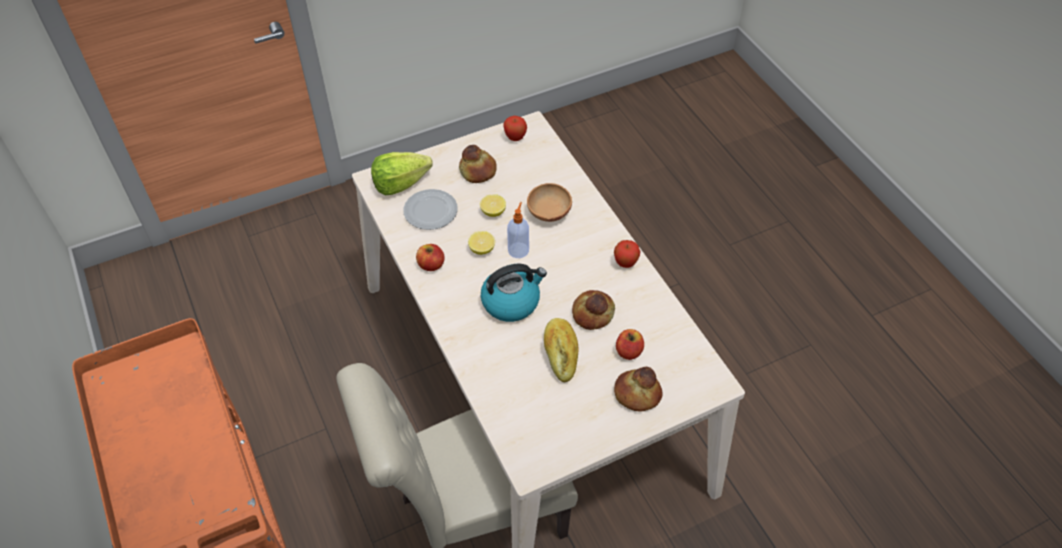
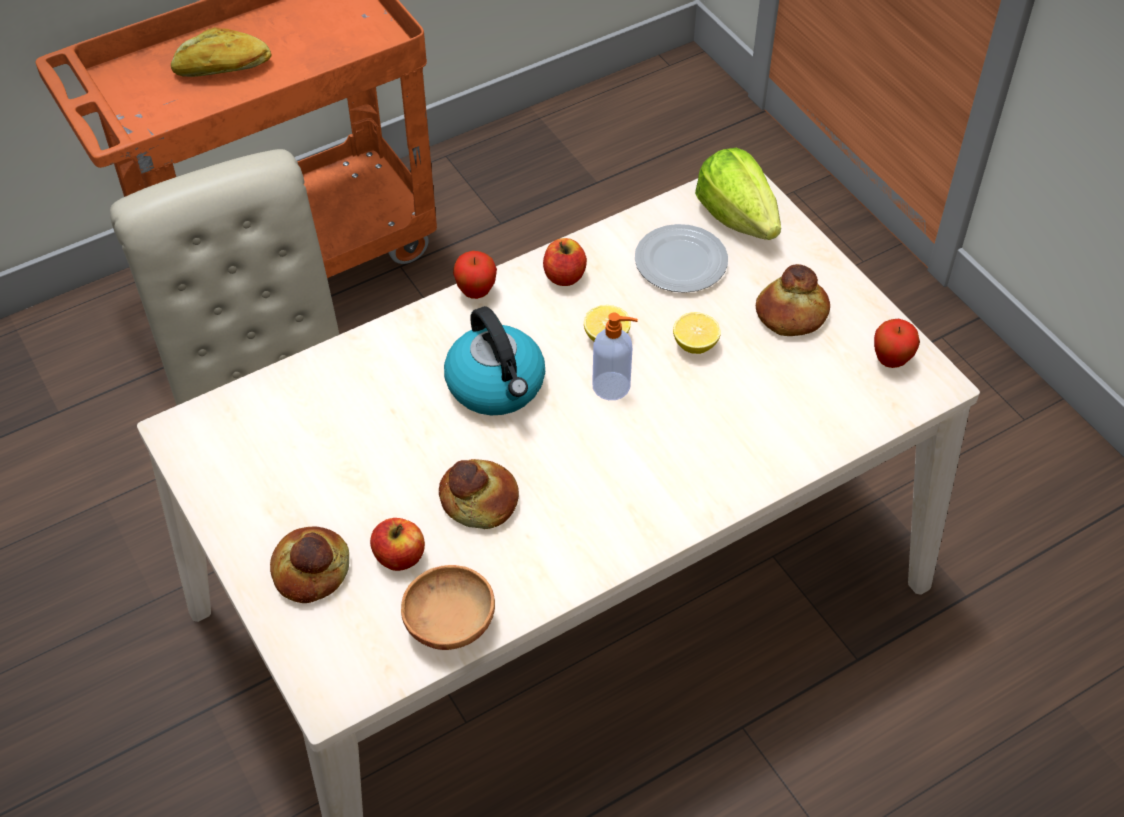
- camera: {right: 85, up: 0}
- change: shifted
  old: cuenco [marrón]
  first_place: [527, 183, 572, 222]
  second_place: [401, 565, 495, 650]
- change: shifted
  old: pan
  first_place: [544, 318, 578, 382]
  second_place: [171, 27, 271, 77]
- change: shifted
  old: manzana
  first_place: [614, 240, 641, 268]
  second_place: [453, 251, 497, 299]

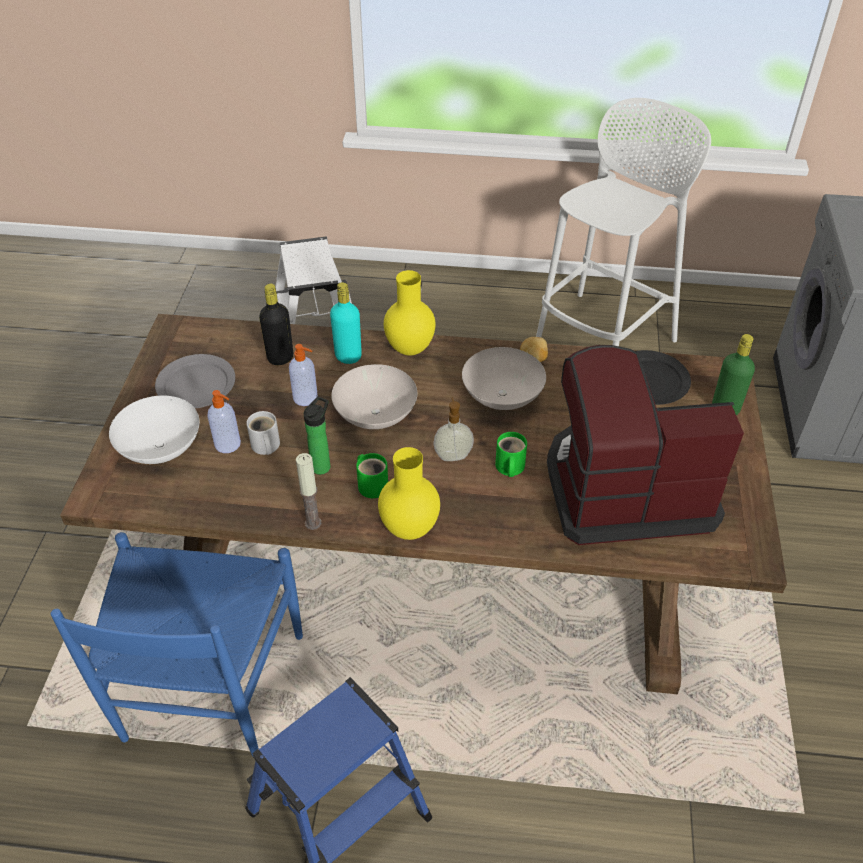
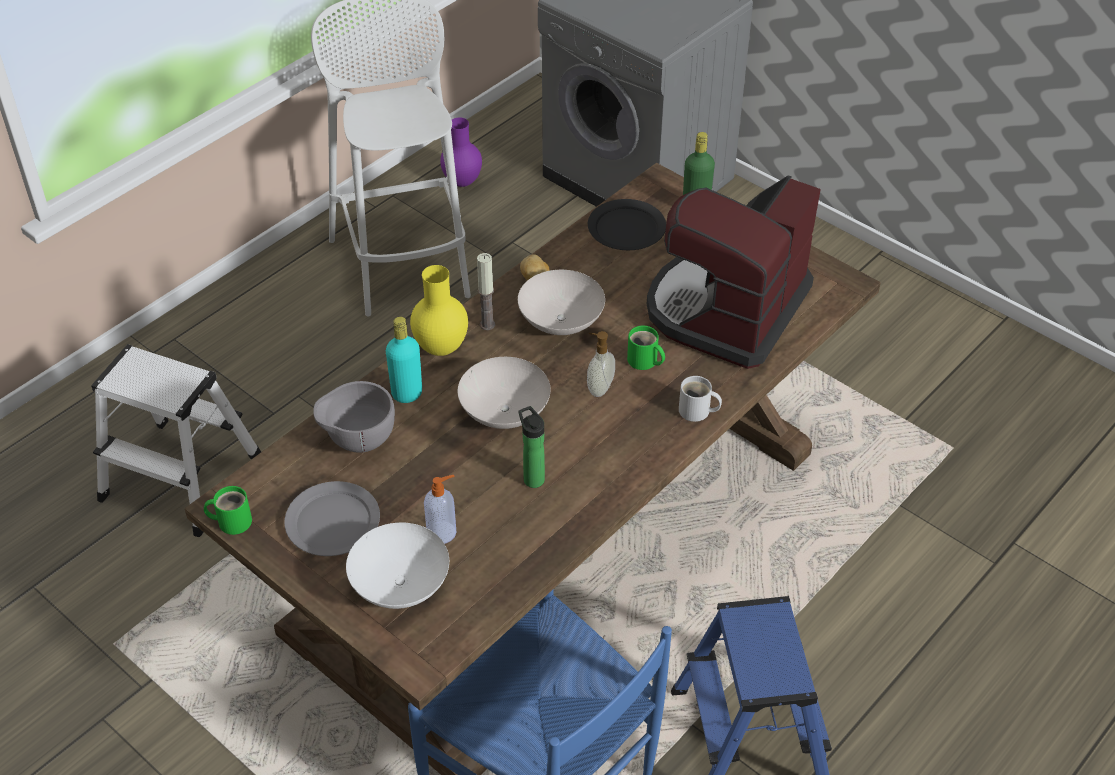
- camera: {right: -55, up: 0}
- change: gone
  old: dispensador de jabón
  first_place: [289, 344, 318, 406]
- change: gone
  old: florero [amarillo]
  first_place: [378, 447, 440, 540]
- change: new
  new: florero [morado]
  second_place: [440, 117, 482, 187]
- change: shifted
  old: taza grande [blanco]
  first_place: [246, 411, 280, 455]
  second_place: [679, 376, 722, 422]
- change: shifted
  old: vela
  first_place: [296, 453, 321, 530]
  second_place: [477, 253, 495, 330]
- change: shifted
  old: taza grande [verde]
  first_place: [356, 453, 388, 498]
  second_place: [204, 486, 252, 535]
- change: swapped
  old: botella [negro]
  new: cuenco [gris]
  first_place: [259, 284, 293, 365]
  second_place: [313, 381, 395, 453]

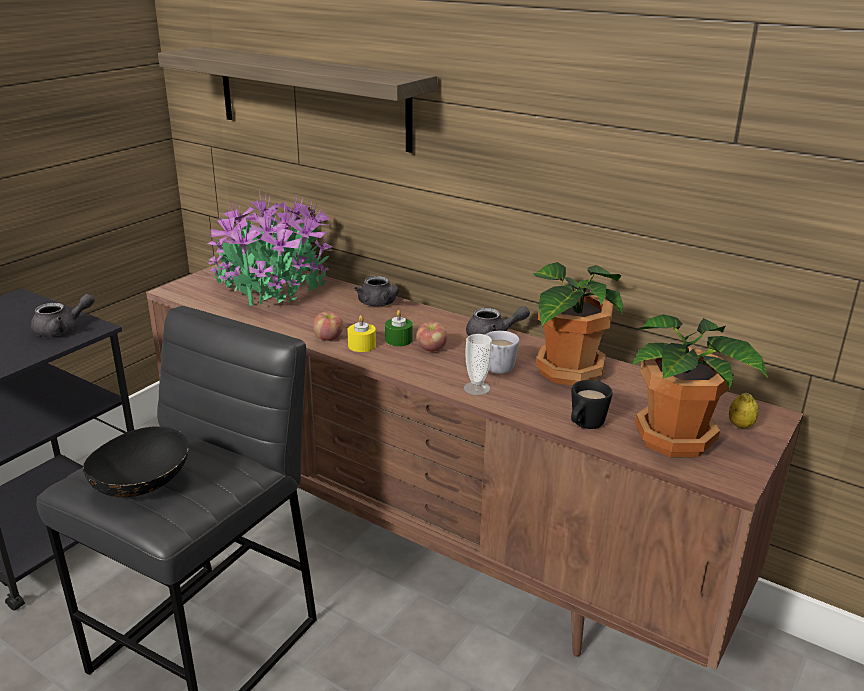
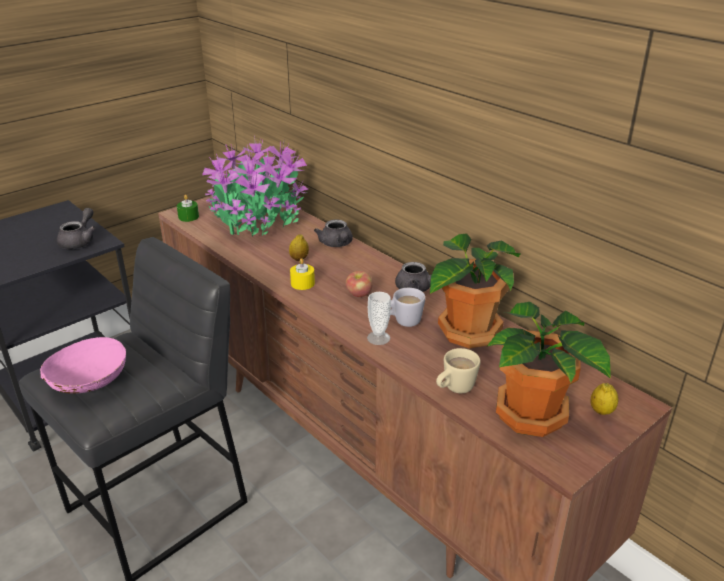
- camera: {right: 15, up: 5}
- change: gone
  old: estante
  first_place: [158, 47, 437, 153]
- change: gone
  old: manzana
  first_place: [313, 311, 344, 341]
- change: new
  new: limón
  second_place: [289, 234, 309, 261]
- change: shifted
  old: vela [verde]
  first_place: [385, 310, 413, 346]
  second_place: [177, 195, 199, 222]
- change: repainted
  old: cuenco [negro]
  new: cuenco [rosa]
  first_place: [83, 426, 189, 497]
  second_place: [40, 337, 126, 394]
- change: repainted
  old: taza grande [negro]
  new: taza grande [beis]
  first_place: [571, 380, 613, 429]
  second_place: [436, 348, 481, 393]
- change: rotated
  old: tetera [gris]
  first_place: [31, 294, 95, 337]
  second_place: [57, 208, 96, 249]
  degrees: -60

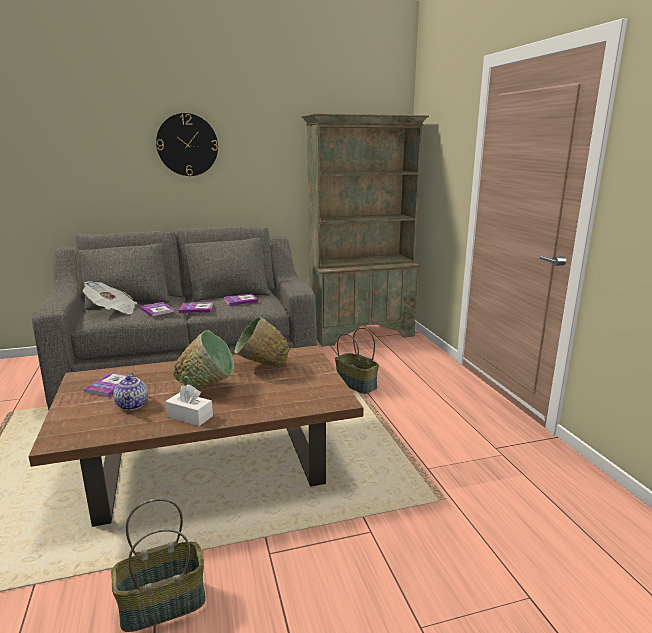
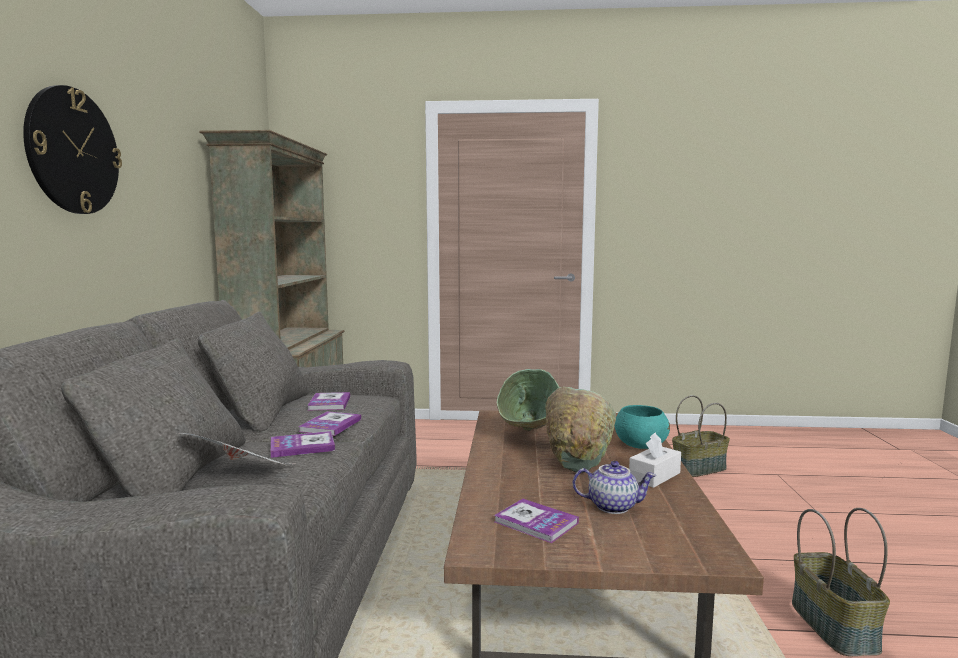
- camera: {right: -70, up: -10}
- change: new
  new: cuenco [turquesa]
  second_place: [615, 405, 670, 449]
- change: shifted
  old: cesta
  first_place: [335, 328, 379, 394]
  second_place: [672, 395, 730, 477]

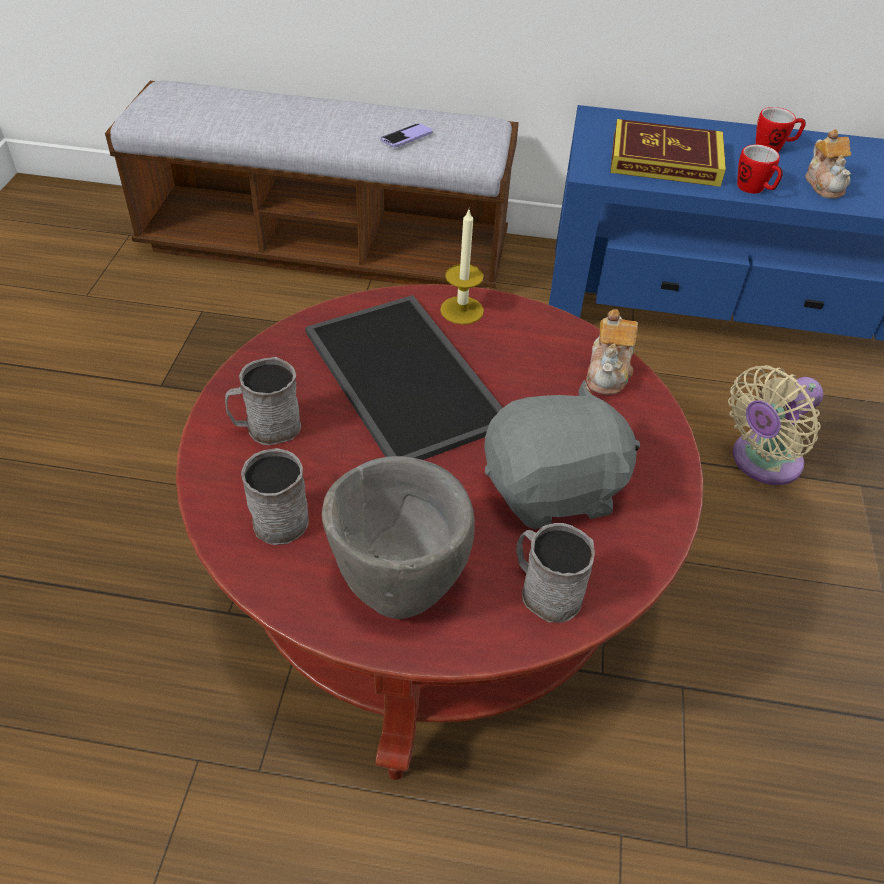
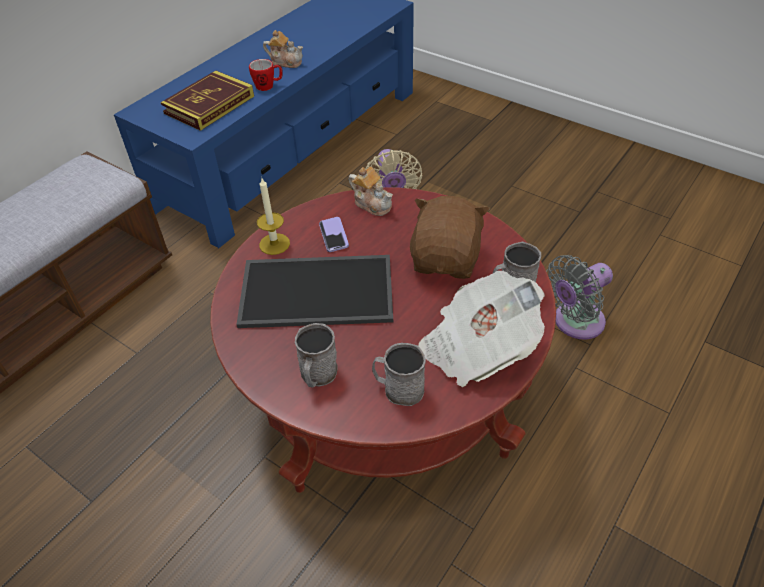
- camera: {right: -60, up: 0}
- change: gone
  old: taza grande
  first_place: [755, 107, 806, 152]
- change: new
  new: ventilador [gris]
  second_place: [546, 255, 613, 339]
- change: shifted
  old: móvil
  first_place: [380, 123, 433, 147]
  second_place: [319, 217, 349, 252]
- change: swapped
  old: cuenco [gris]
  new: periódico
  first_place: [322, 456, 475, 619]
  second_place: [418, 270, 545, 387]
- change: repainted
  old: peluche [gris]
  new: peluche [marrón]
  first_place: [484, 380, 640, 529]
  second_place: [410, 196, 489, 279]

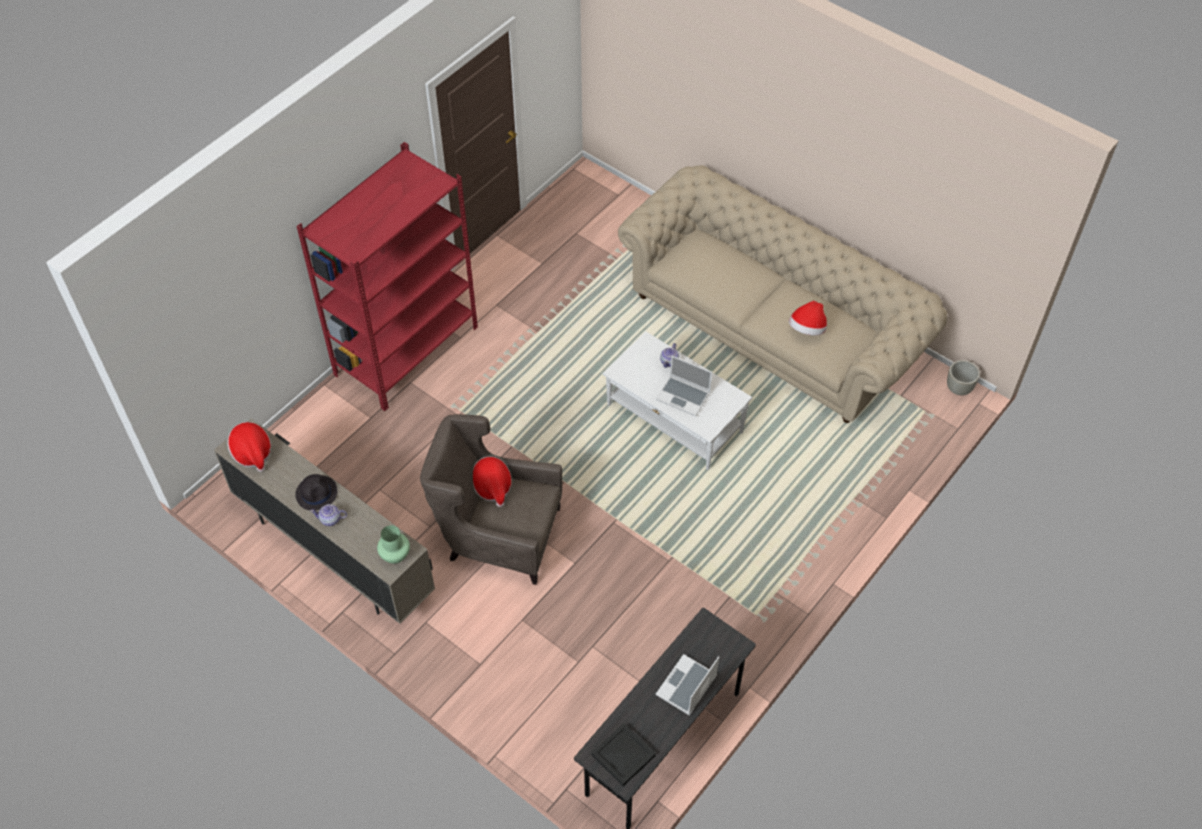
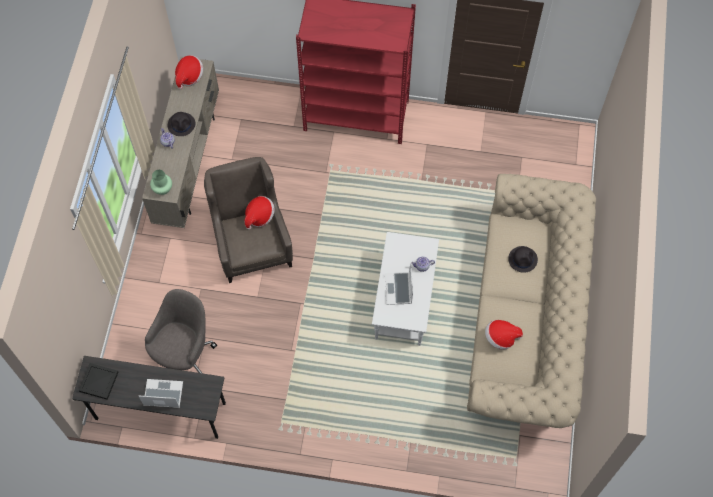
- camera: {right: 60, up: 10}
- change: gone
  old: maceta [gris]
  first_place: [947, 360, 980, 395]
- change: new
  new: silla de oficina [gris]
  second_place: [145, 289, 217, 373]
- change: new
  new: sombrero [negro]
  second_place: [508, 246, 538, 273]

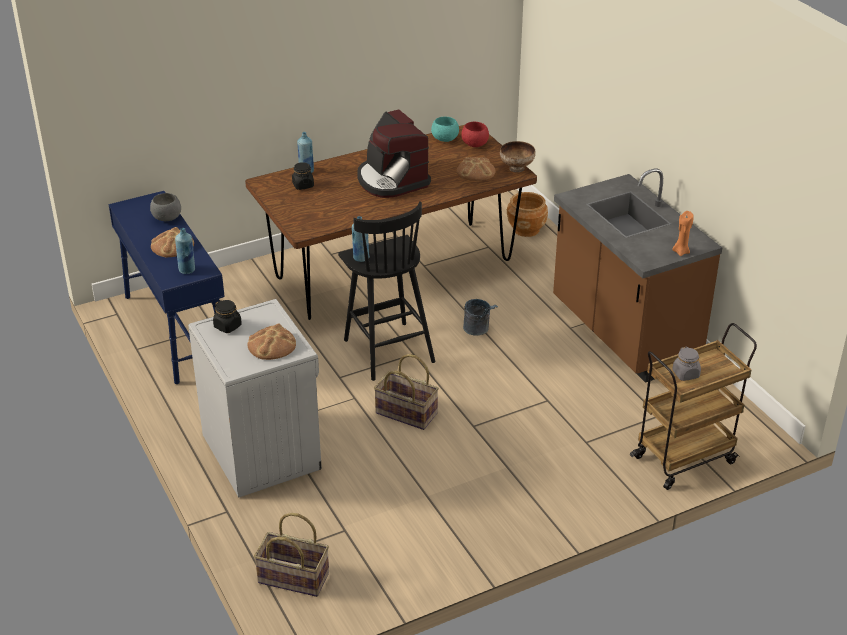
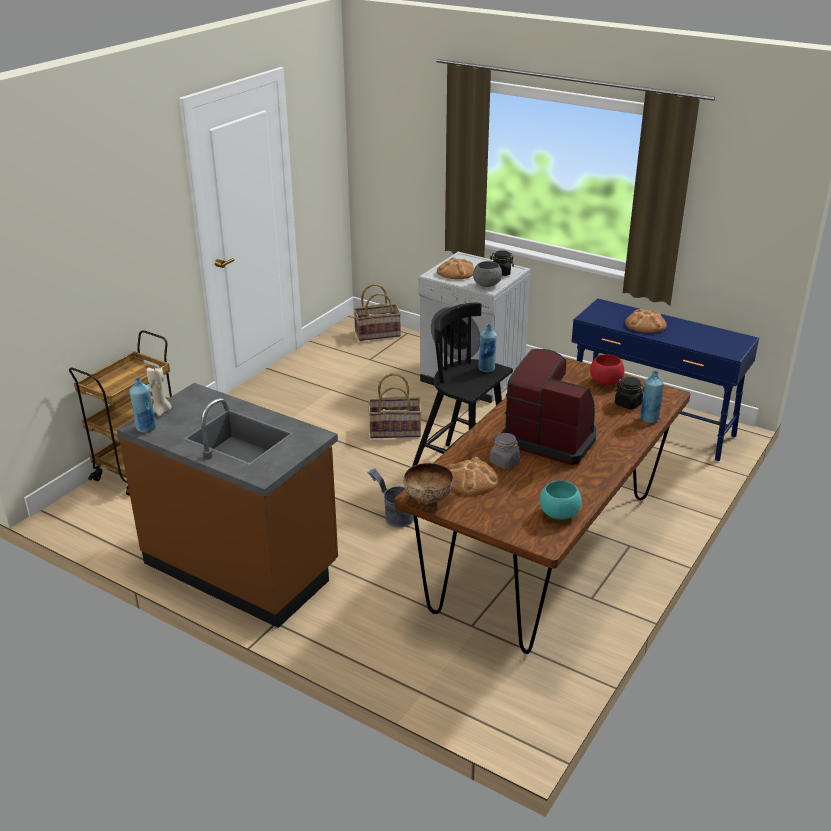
- camera: {right: 150, up: -5}
- change: gone
  old: maceta [marrón]
  first_place: [507, 192, 548, 237]
- change: shifted
  old: cuenco [gris]
  first_place: [150, 193, 181, 221]
  second_place: [473, 261, 502, 287]
- change: shifted
  old: botella [azul]
  first_place: [175, 228, 195, 274]
  second_place: [129, 377, 156, 433]
- change: shifted
  old: cuenco [rojo]
  first_place: [461, 122, 489, 147]
  second_place: [590, 354, 624, 385]
- change: shifted
  old: tarro [gris]
  first_place: [672, 347, 701, 381]
  second_place: [490, 433, 520, 469]
- change: repainted
  old: vela [naranja]
  new: vela [beis]
  first_place: [672, 211, 694, 256]
  second_place: [147, 367, 171, 416]

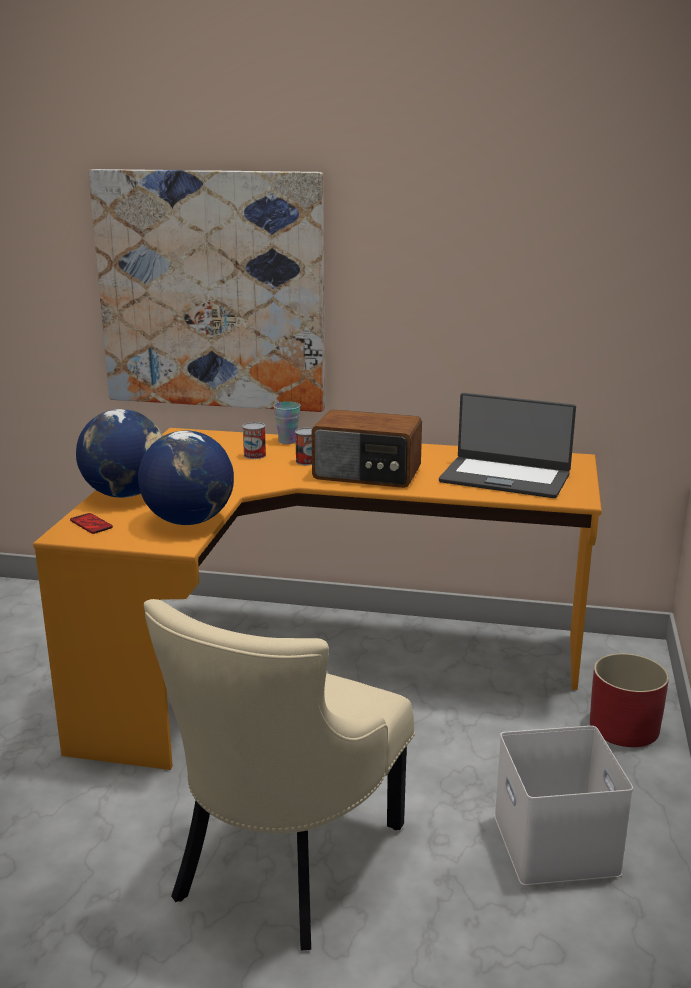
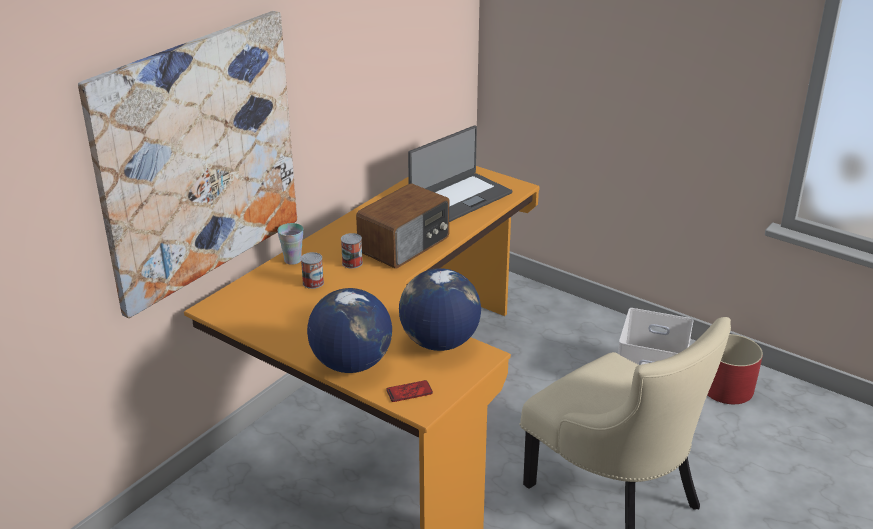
- camera: {right: -65, up: 10}
- change: shifted
  old: maceta [rojo]
  first_place: [590, 653, 669, 747]
  second_place: [707, 334, 763, 404]

